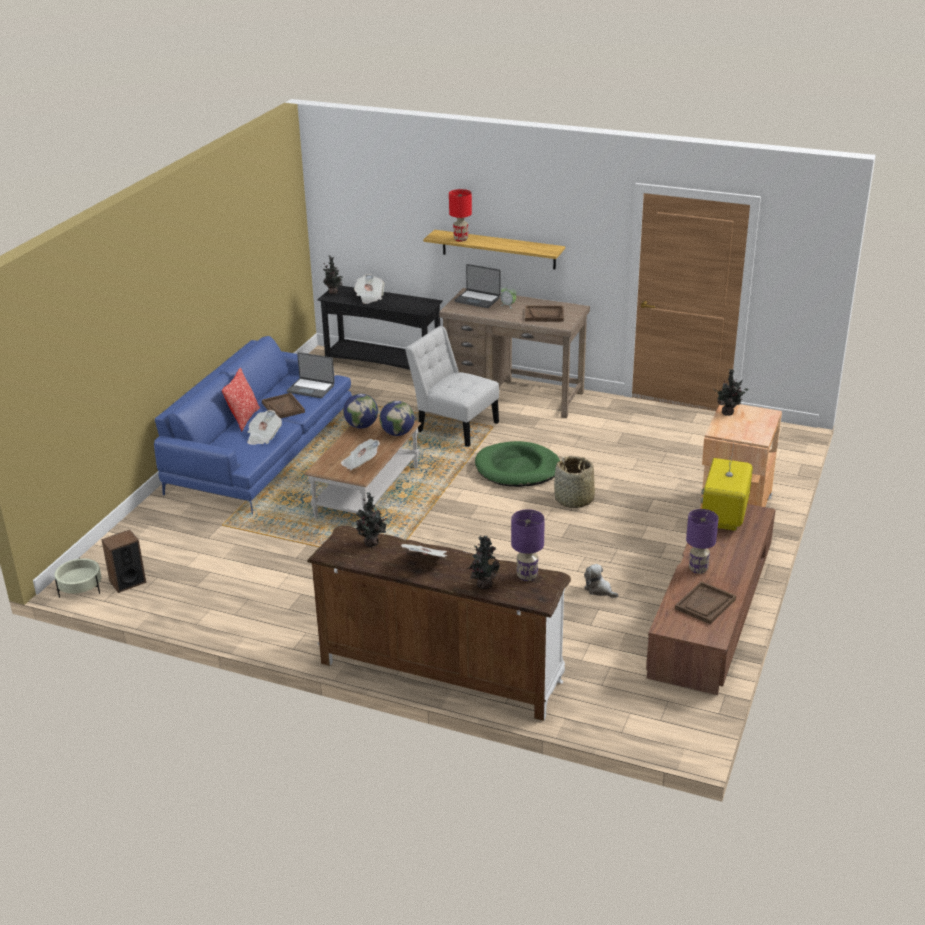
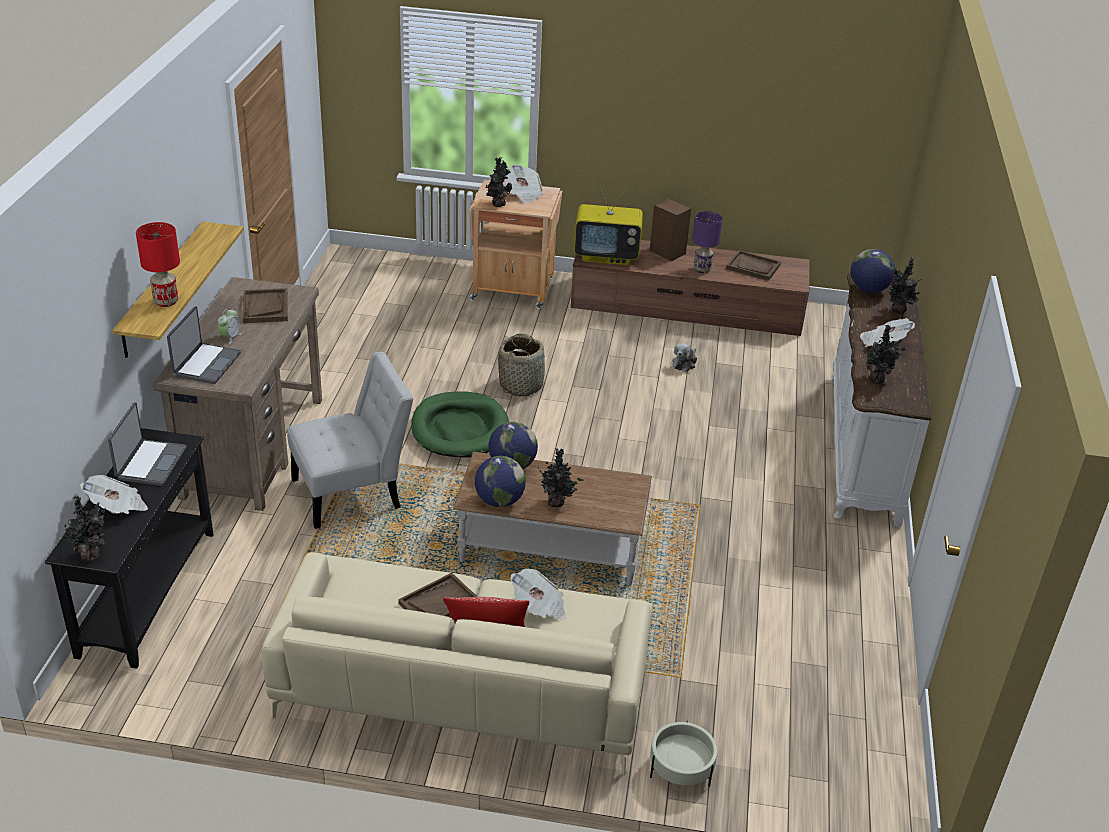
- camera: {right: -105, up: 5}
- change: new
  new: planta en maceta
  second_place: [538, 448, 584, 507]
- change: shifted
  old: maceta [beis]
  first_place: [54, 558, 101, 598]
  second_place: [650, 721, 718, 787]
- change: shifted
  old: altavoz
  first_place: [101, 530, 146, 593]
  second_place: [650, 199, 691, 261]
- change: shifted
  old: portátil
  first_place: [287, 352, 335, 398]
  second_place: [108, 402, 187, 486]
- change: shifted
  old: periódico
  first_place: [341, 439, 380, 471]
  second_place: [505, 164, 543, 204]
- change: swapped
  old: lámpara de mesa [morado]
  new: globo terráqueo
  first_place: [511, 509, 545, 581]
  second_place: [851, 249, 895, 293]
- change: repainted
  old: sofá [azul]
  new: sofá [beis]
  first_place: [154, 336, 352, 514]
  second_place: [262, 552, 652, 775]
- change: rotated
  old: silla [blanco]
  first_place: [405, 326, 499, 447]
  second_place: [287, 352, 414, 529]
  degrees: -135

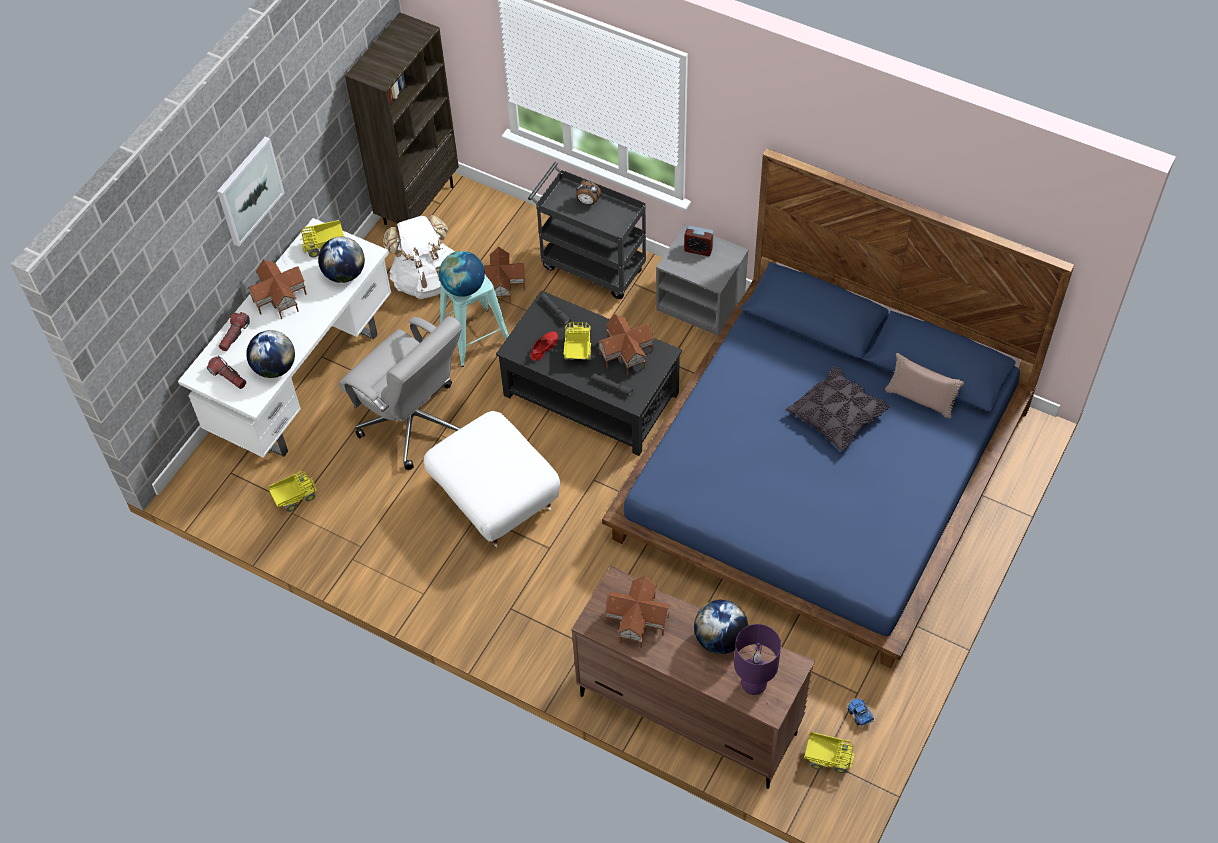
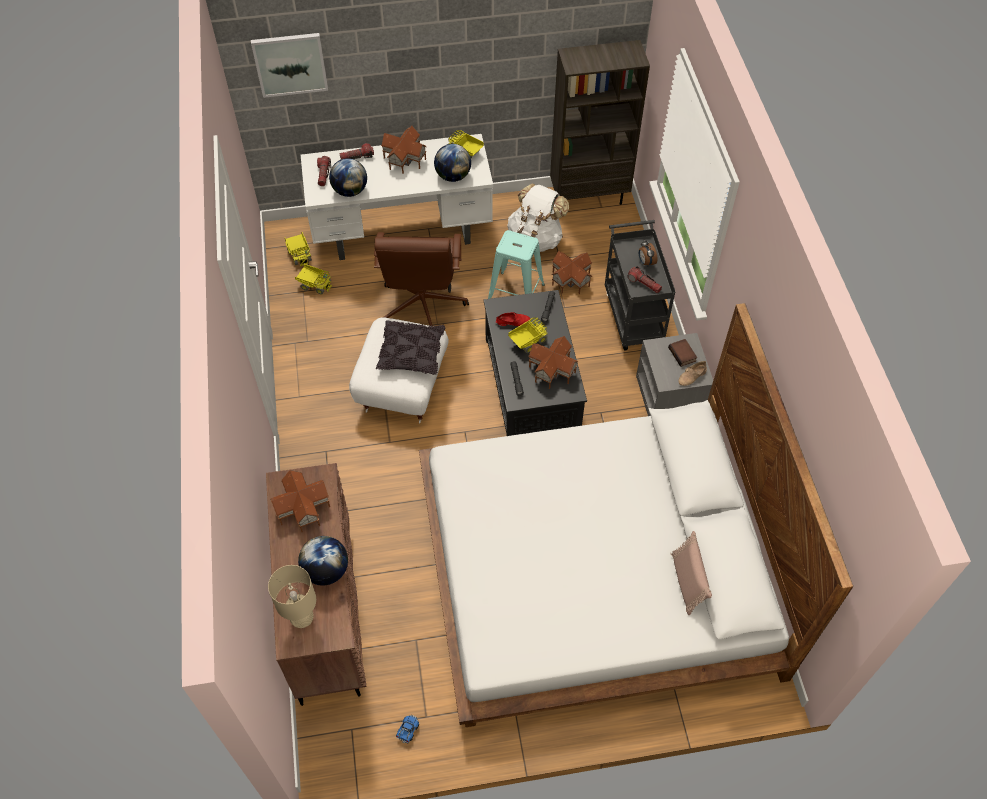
- camera: {right: 50, up: 0}
- change: gone
  old: globo terráqueo
  first_place: [439, 251, 485, 297]
- change: new
  new: linterna
  second_place: [628, 266, 662, 293]
- change: new
  new: zapato [beis]
  second_place: [678, 361, 707, 386]
- change: shifted
  old: cuadro
  first_place: [217, 137, 285, 247]
  second_place: [251, 33, 328, 98]
- change: shifted
  old: cojín [negro]
  first_place: [786, 366, 889, 451]
  second_place: [376, 320, 445, 375]
- change: shifted
  old: camión de juguete
  first_place: [804, 732, 855, 773]
  second_place: [285, 232, 312, 266]
- change: swapped
  old: despertador
  new: libro
  first_place: [684, 226, 714, 256]
  second_place: [668, 339, 697, 367]
- change: repainted
  old: silla de oficina [gris]
  new: silla de oficina [marrón]
  first_place: [339, 316, 462, 470]
  second_place: [374, 232, 469, 326]
- change: repainted
  old: cama [azul]
  new: cama [blanco]
  first_place: [602, 148, 1074, 668]
  second_place: [419, 303, 853, 727]
- change: repainted
  old: lámpara de mesa [morado]
  new: lámpara de mesa [beis]
  first_place: [734, 624, 781, 695]
  second_place: [268, 565, 316, 628]

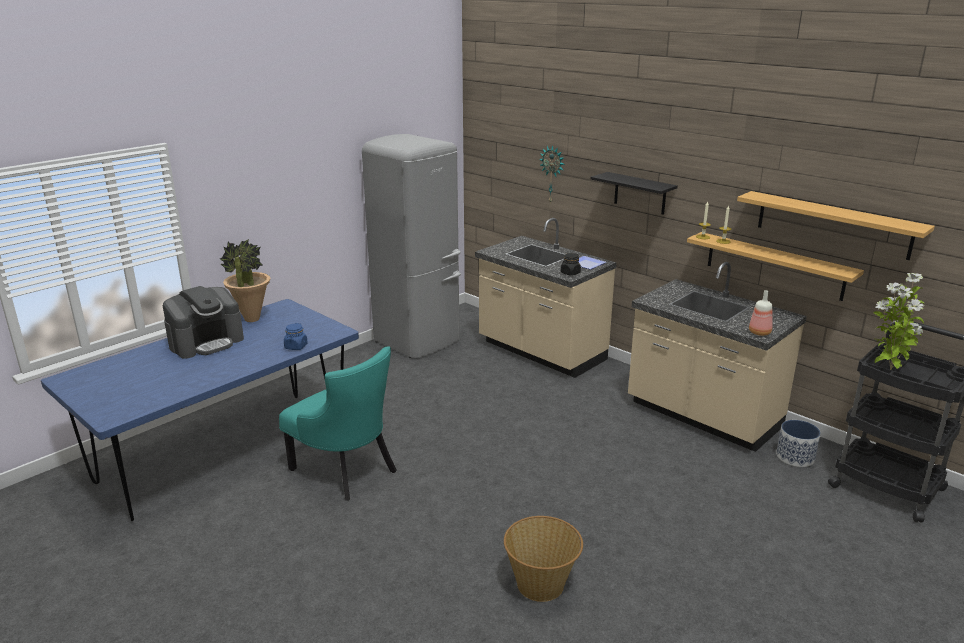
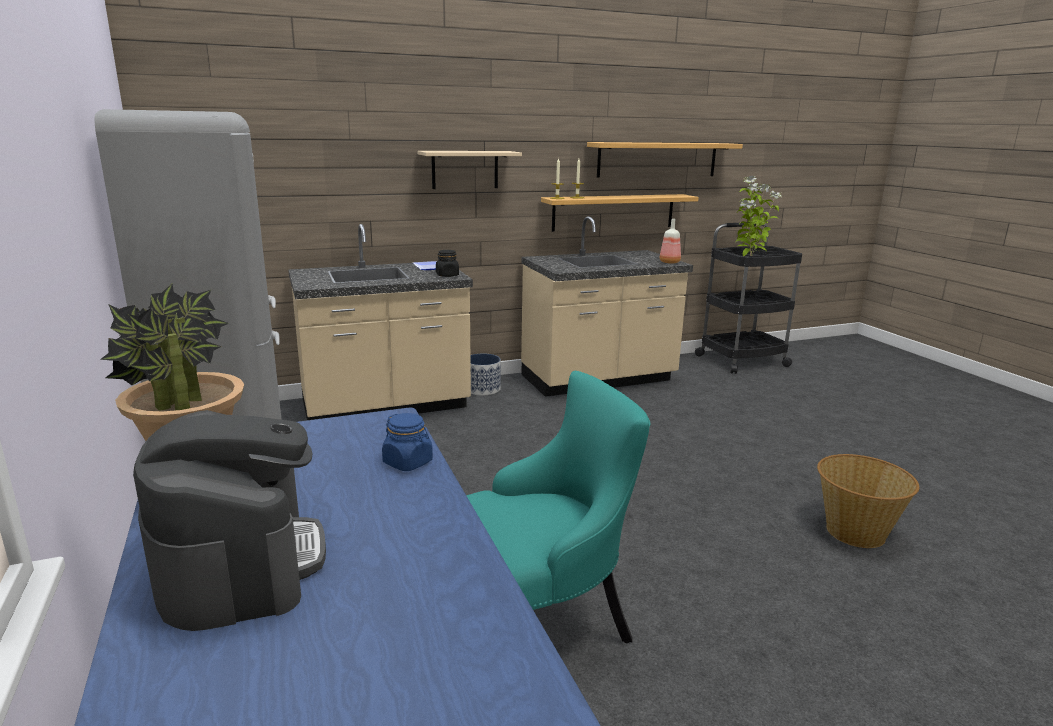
- camera: {right: -65, up: -5}
- change: gone
  old: reloj de pared
  first_place: [539, 145, 565, 203]
- change: shifted
  old: maceta
  first_place: [776, 420, 821, 467]
  second_place: [470, 354, 501, 395]
- change: repainted
  old: estante [negro]
  new: estante [beis]
  first_place: [591, 172, 678, 215]
  second_place: [418, 151, 522, 189]

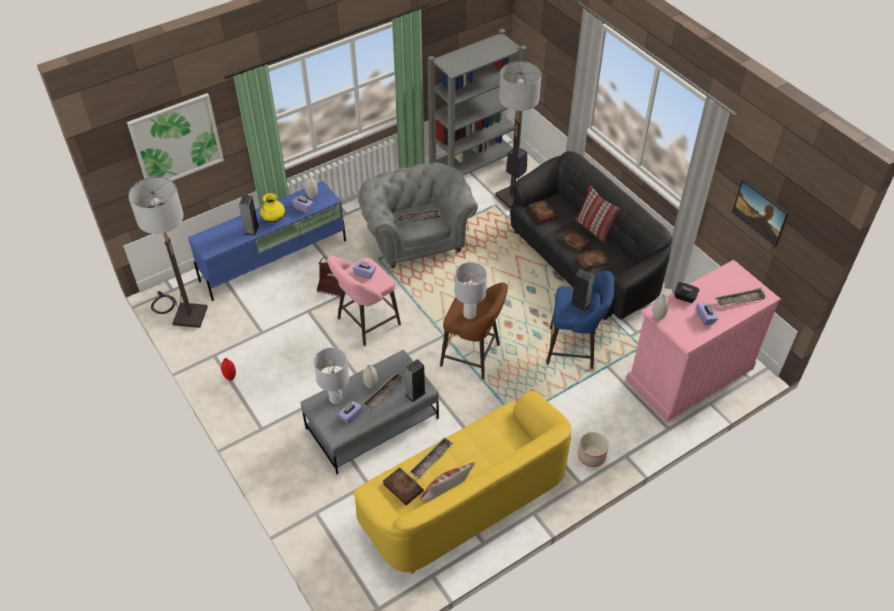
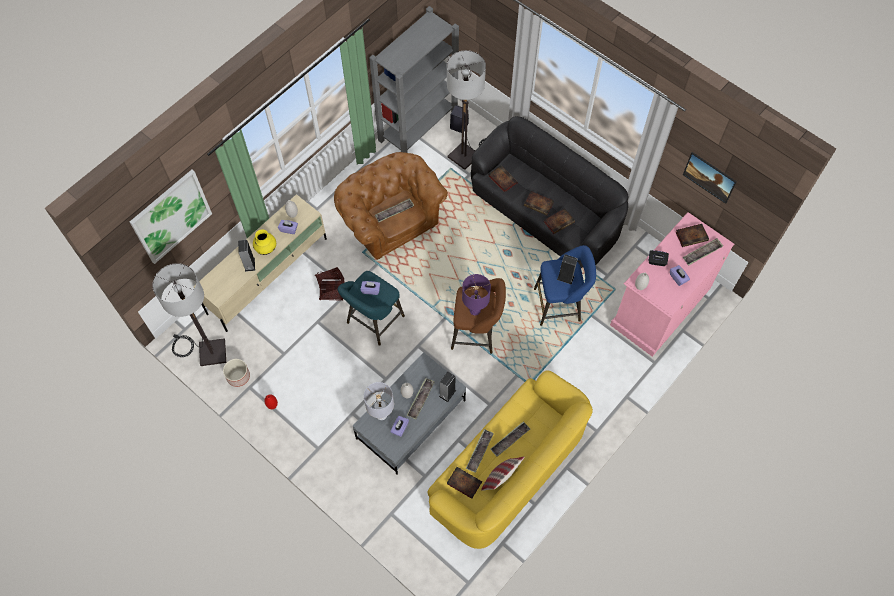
- camera: {right: -15, up: 15}
- change: gone
  old: cojín
  first_place: [575, 186, 620, 243]
- change: new
  new: bandeja
  second_place: [490, 421, 530, 457]
- change: new
  new: libro
  second_place: [676, 224, 709, 247]
- change: shifted
  old: maceta
  first_place: [578, 432, 609, 467]
  second_place: [223, 359, 250, 387]
- change: repainted
  old: mueble de televisión [azul]
  new: mueble de televisión [beis]
  first_place: [188, 181, 346, 301]
  second_place: [193, 194, 327, 332]
- change: repainted
  old: taburete [rosa]
  new: taburete [turquesa]
  first_place: [327, 256, 401, 346]
  second_place: [338, 271, 405, 346]
- change: repainted
  old: sillón [gris]
  new: sillón [marrón]
  first_place: [358, 162, 478, 268]
  second_place: [334, 152, 448, 260]
- change: repainted
  old: lámpara de mesa [gris]
  new: lámpara de mesa [morado]
  first_place: [455, 262, 487, 319]
  second_place: [462, 274, 491, 316]

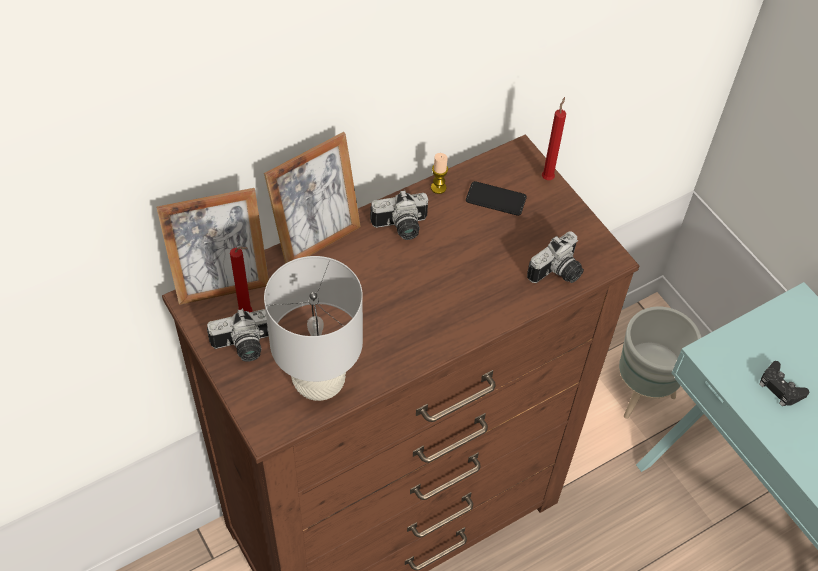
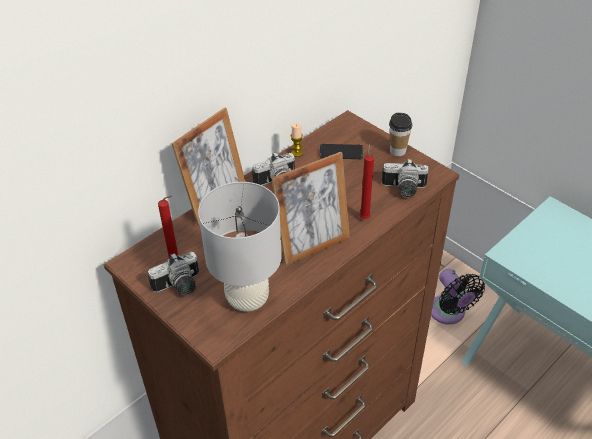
- camera: {right: -10, up: -10}
- change: gone
  old: mando de consola [negro]
  first_place: [759, 361, 809, 407]
- change: new
  new: taza
  second_place: [389, 113, 412, 156]
- change: shifted
  old: portarretratos
  first_place: [157, 188, 269, 305]
  second_place: [272, 152, 350, 266]
- change: shifted
  old: vela [rojo]
  first_place: [542, 97, 566, 180]
  second_place: [360, 144, 374, 219]
- change: swapped
  old: maceta [gris]
  new: ventilador [negro]
  first_place: [619, 306, 701, 419]
  second_place: [431, 269, 485, 325]
- change: rotated
  old: cámara
  first_place: [527, 231, 584, 283]
  second_place: [382, 159, 429, 198]
  degrees: 60

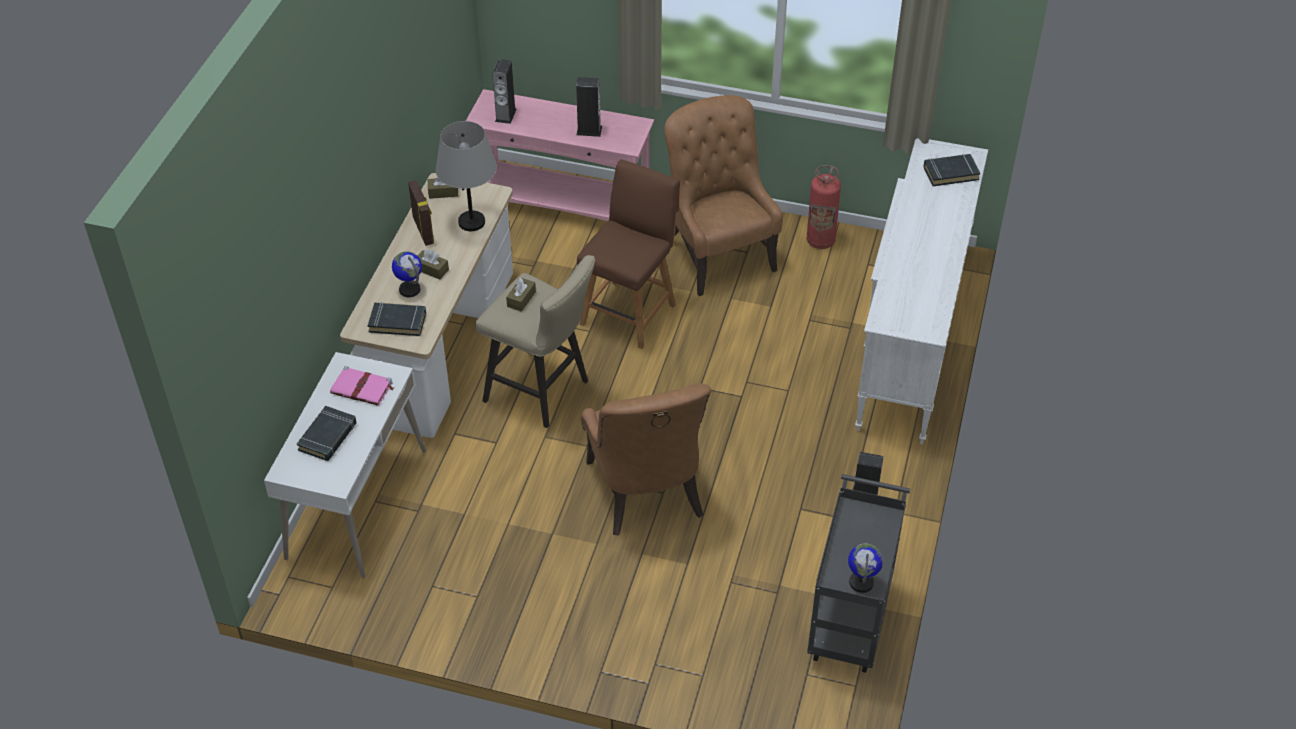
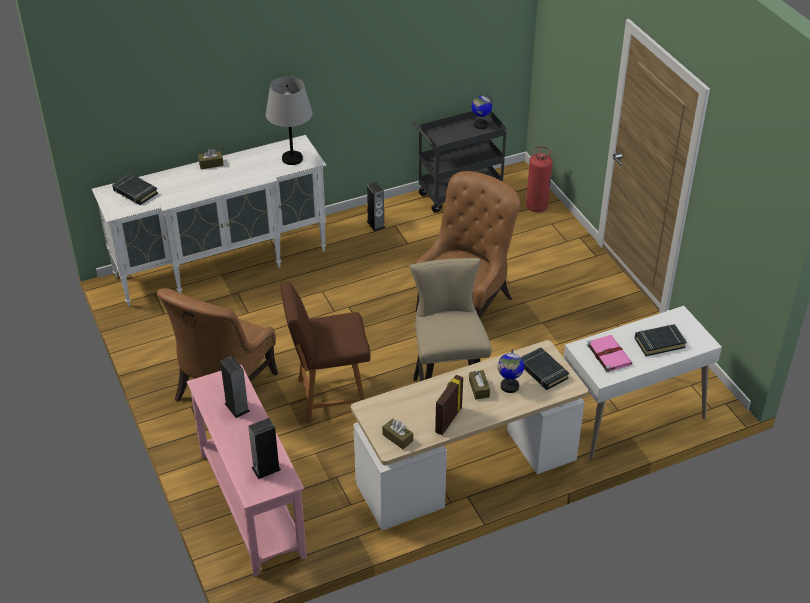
- camera: {right: -130, up: -5}
- change: shifted
  old: lámpara de mesa [gris]
  first_place: [436, 121, 497, 231]
  second_place: [266, 76, 313, 165]
- change: shifted
  old: caja de pañuelos [marrón]
  first_place: [506, 278, 536, 312]
  second_place: [198, 148, 224, 169]
- change: shifted
  old: extintor
  first_place: [807, 165, 841, 249]
  second_place: [526, 146, 553, 212]

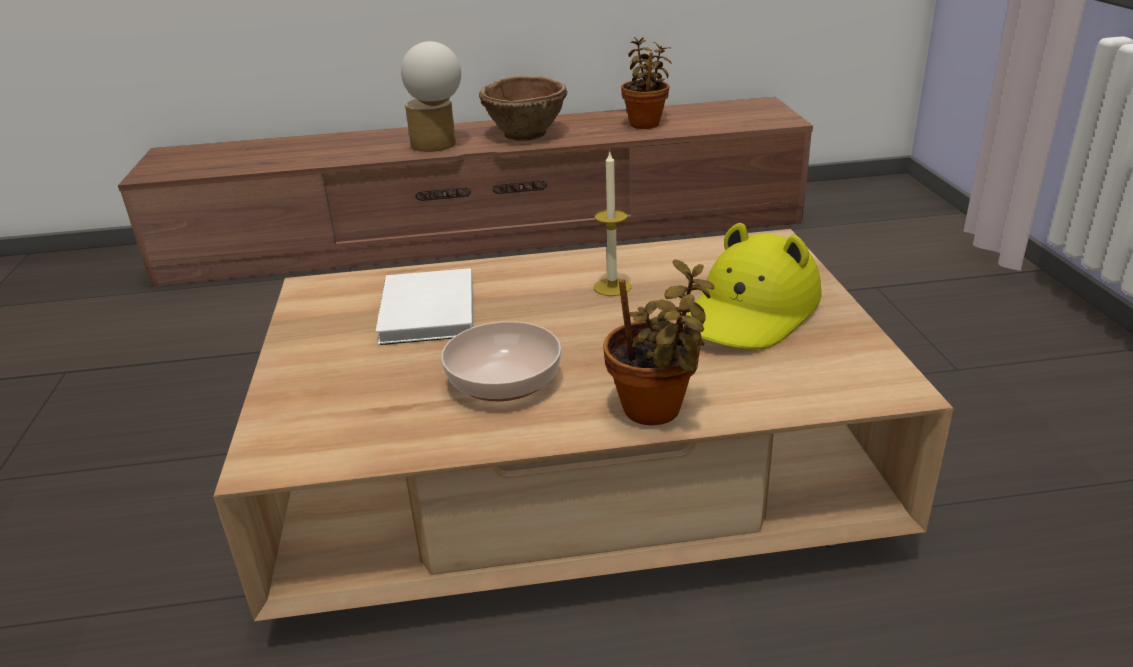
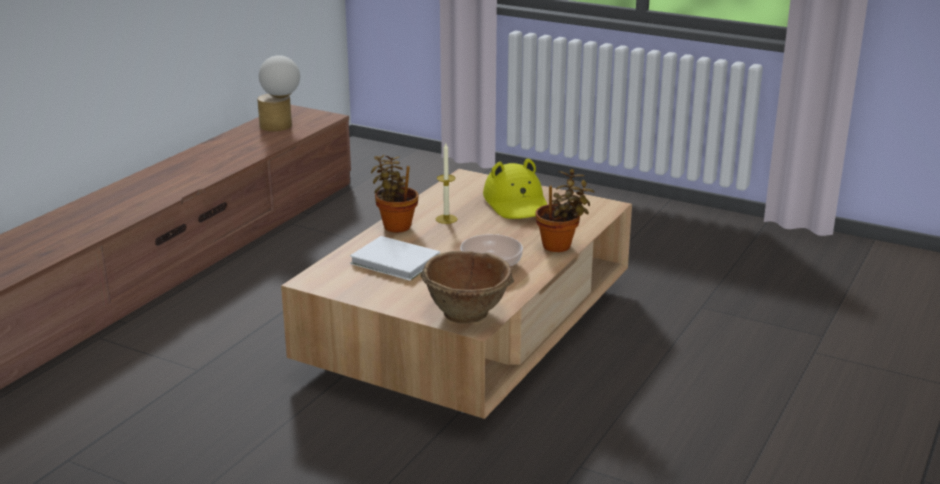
- camera: {right: -55, up: -5}
- change: shifted
  old: lámpara de mesa
  first_place: [401, 41, 461, 152]
  second_place: [257, 55, 300, 131]
- change: shifted
  old: cuenco [marrón]
  first_place: [479, 76, 567, 141]
  second_place: [421, 251, 514, 324]
- change: shifted
  old: planta en maceta
  first_place: [621, 37, 671, 129]
  second_place: [371, 155, 419, 233]

